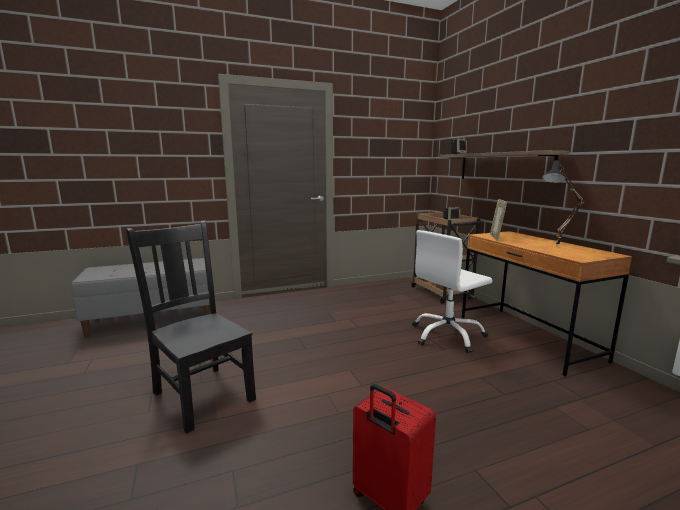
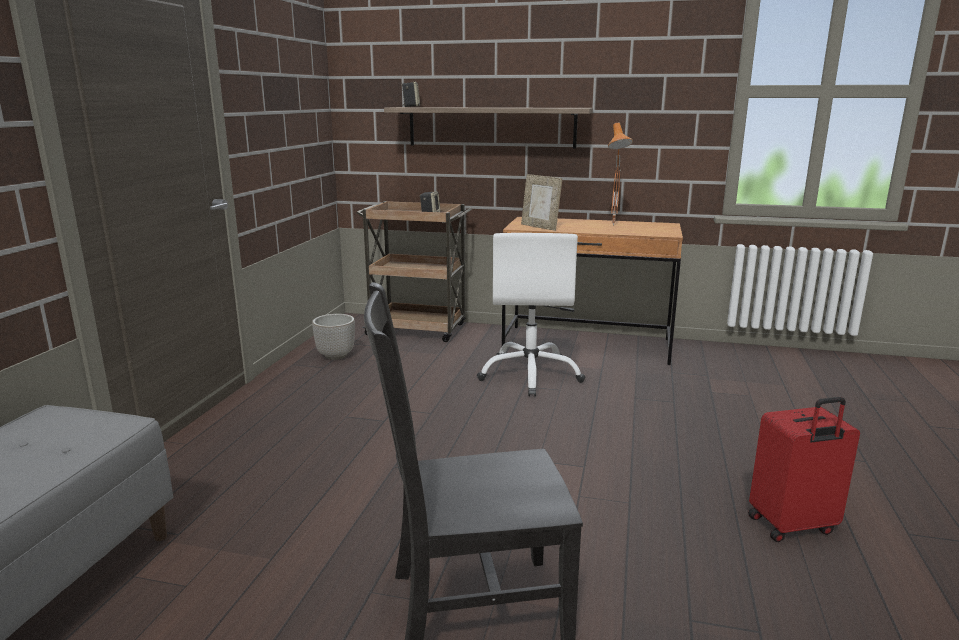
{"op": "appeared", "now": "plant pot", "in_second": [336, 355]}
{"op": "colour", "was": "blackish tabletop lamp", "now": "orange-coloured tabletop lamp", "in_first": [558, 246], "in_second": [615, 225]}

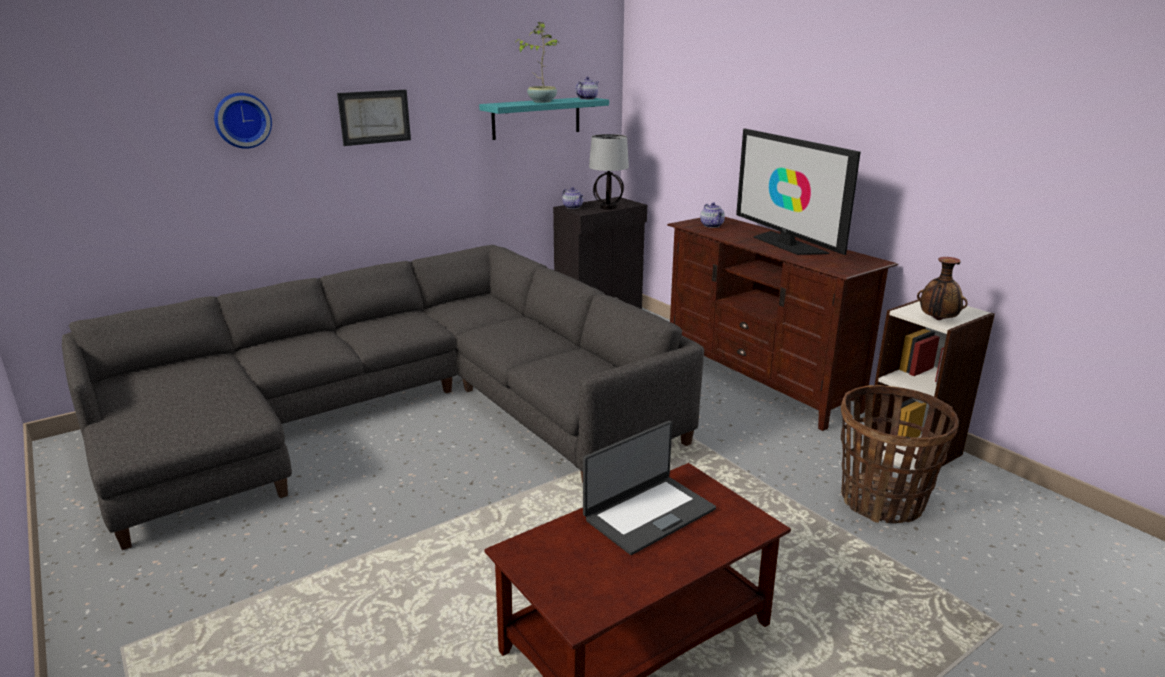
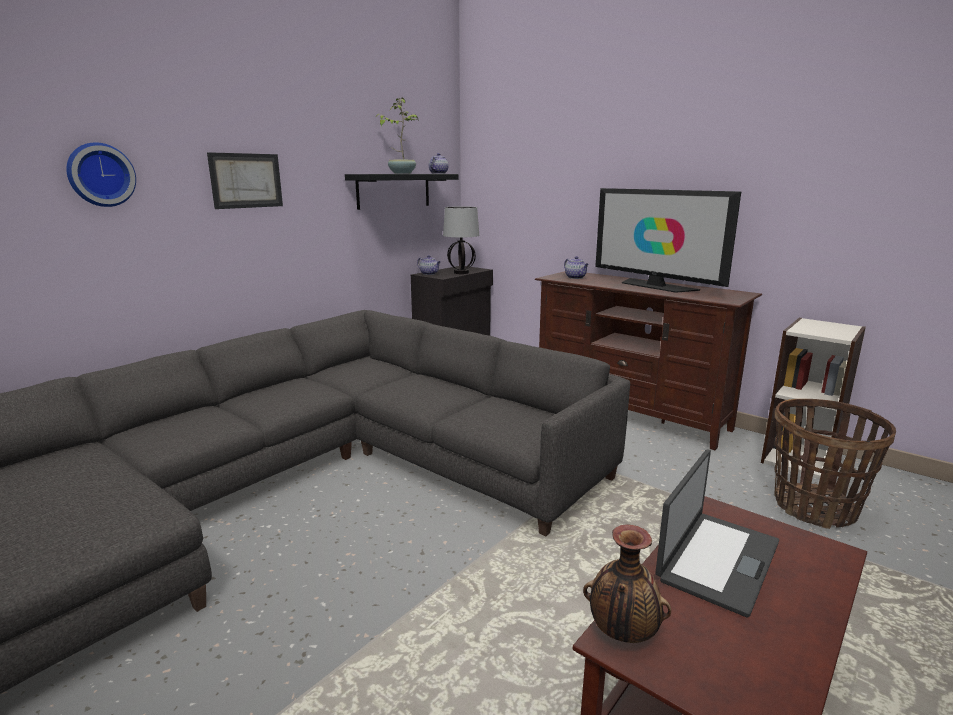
{"op": "relocated", "was": "vase", "in_first": [937, 320], "in_second": [622, 633]}
{"op": "colour", "was": "blue-green bracket shelf", "now": "blackish bracket shelf", "in_first": [536, 118], "in_second": [394, 190]}

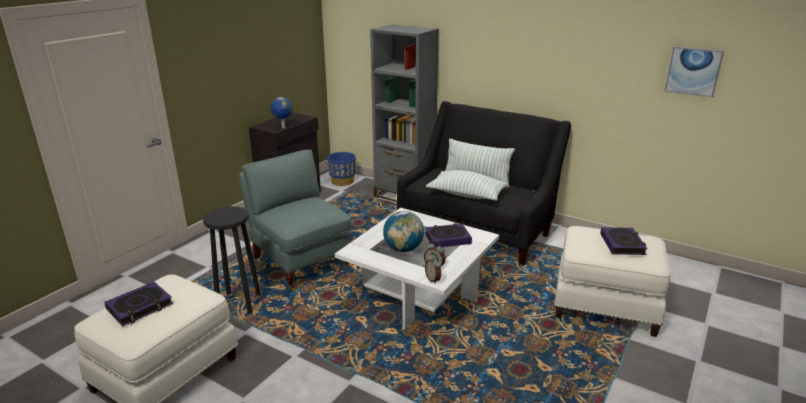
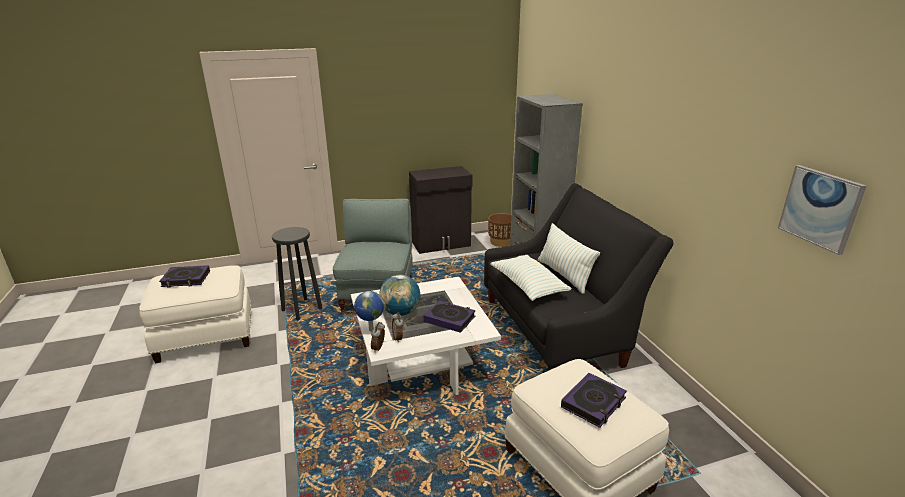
{"op": "relocated", "was": "desk globe", "in_first": [283, 128], "in_second": [370, 330]}
{"op": "colour", "was": "bluish plant pot", "now": "brownish plant pot", "in_first": [342, 181], "in_second": [501, 242]}

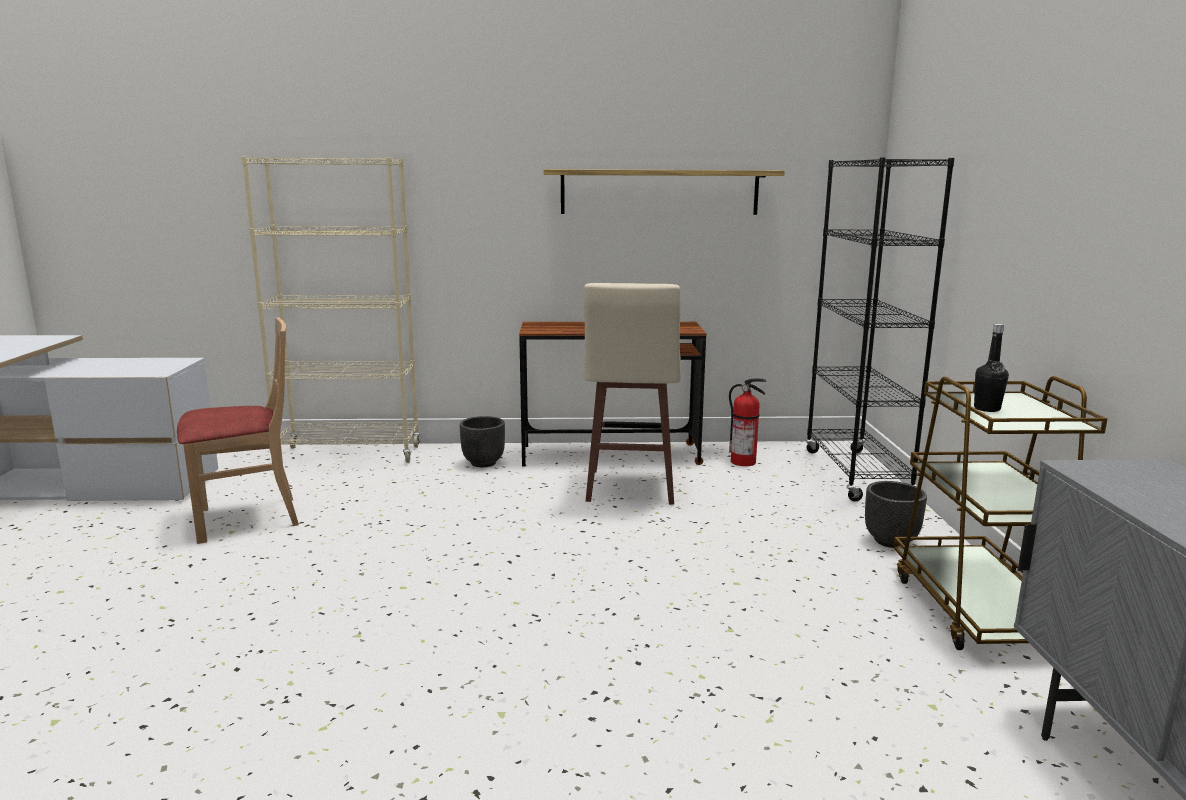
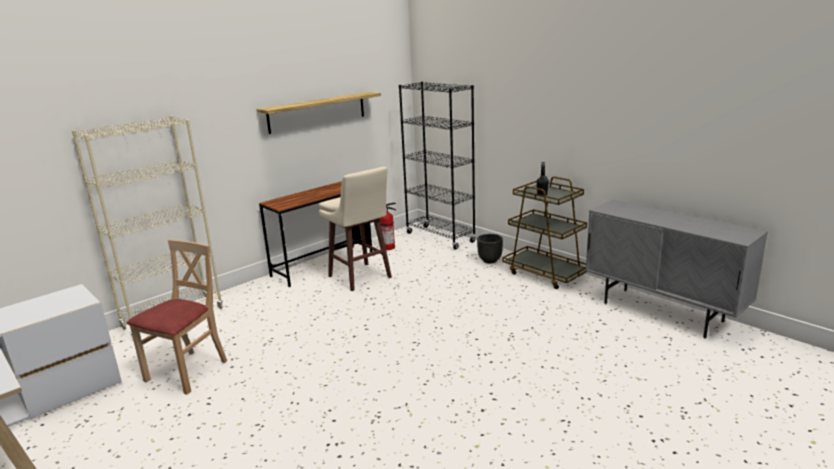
{"op": "missing", "was": "blackish plant pot", "in_first": [483, 463]}

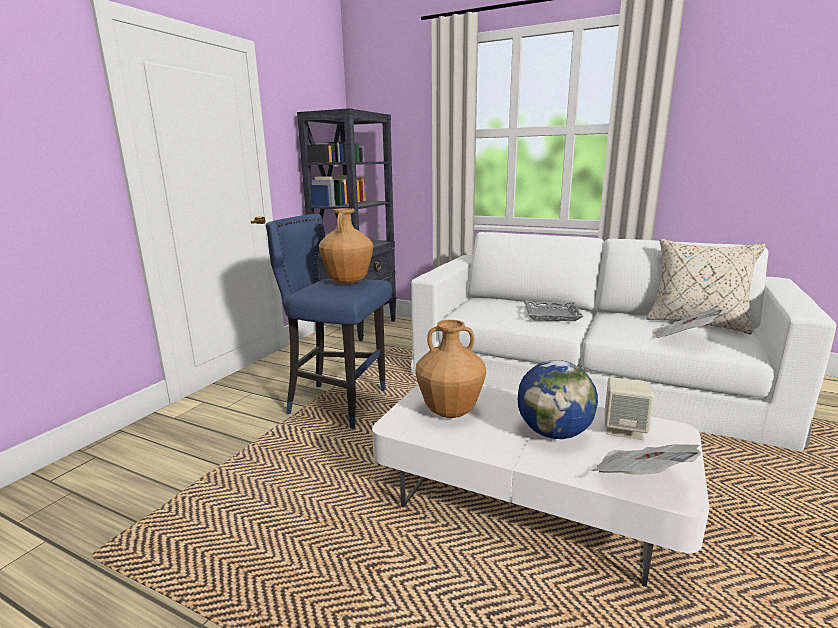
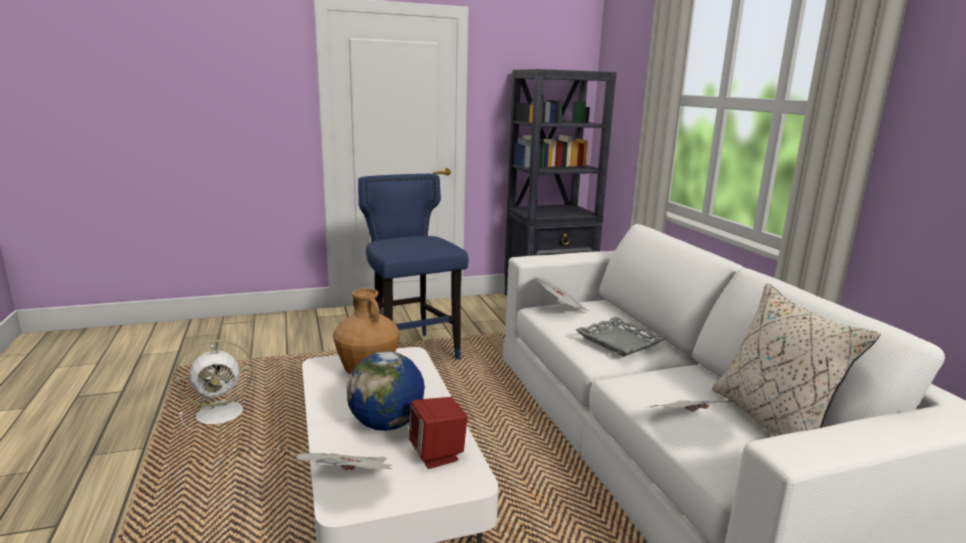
{"op": "missing", "was": "brownish vase", "in_first": [348, 282]}
{"op": "appeared", "now": "white-coloured electric fan", "in_second": [222, 413]}
{"op": "appeared", "now": "printed paper", "in_second": [559, 308]}
{"op": "colour", "was": "beige loudspeaker", "now": "red loudspeaker", "in_first": [624, 429], "in_second": [437, 455]}

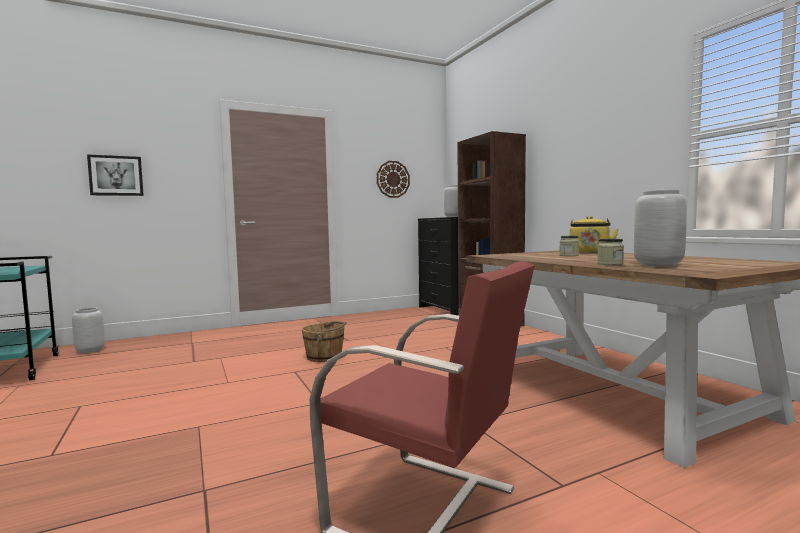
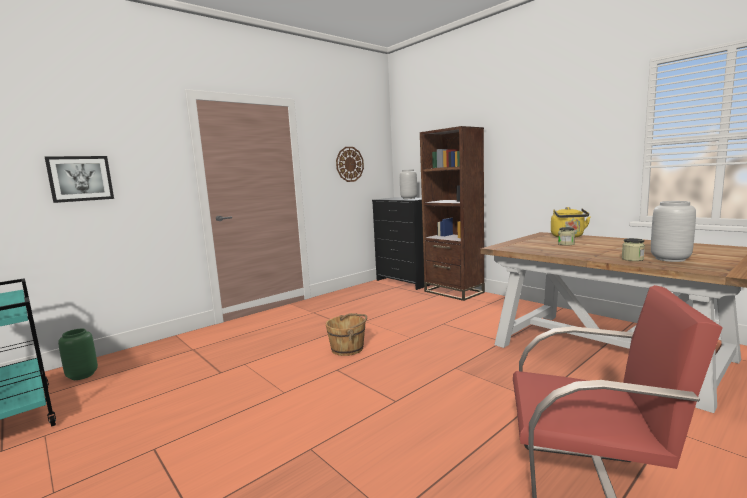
{"op": "colour", "was": "greyish vase", "now": "greenish vase", "in_first": [90, 350], "in_second": [82, 375]}

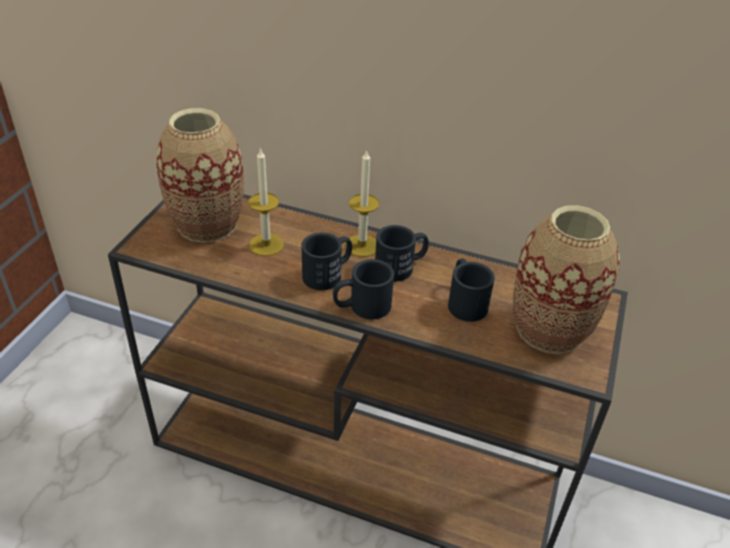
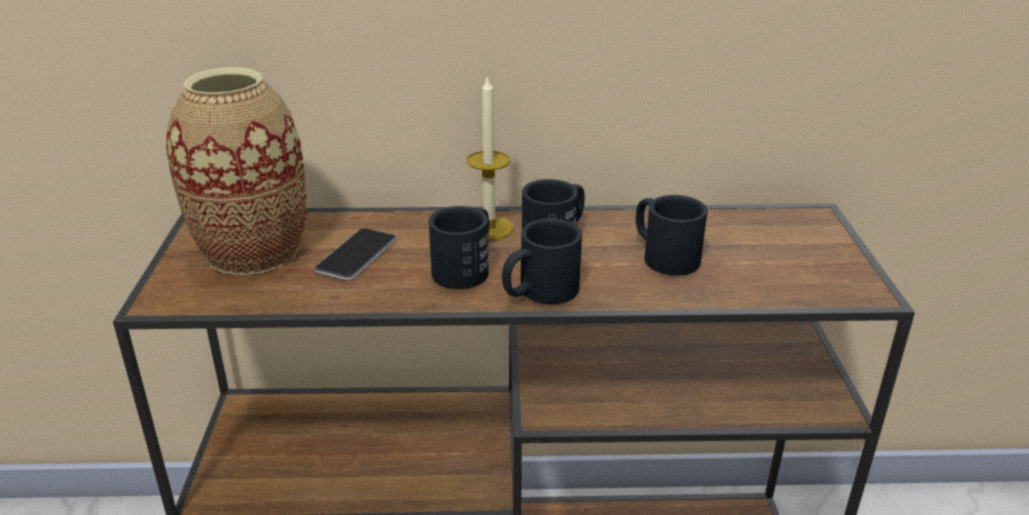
{"op": "missing", "was": "vase", "in_first": [549, 329]}
{"op": "exchanged", "was": "wax light", "now": "telephone", "in_first": [266, 245], "in_second": [356, 256]}

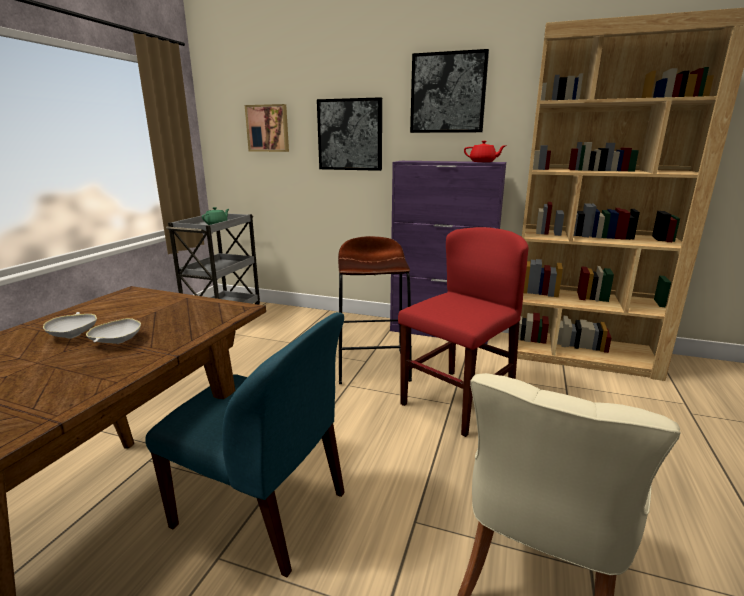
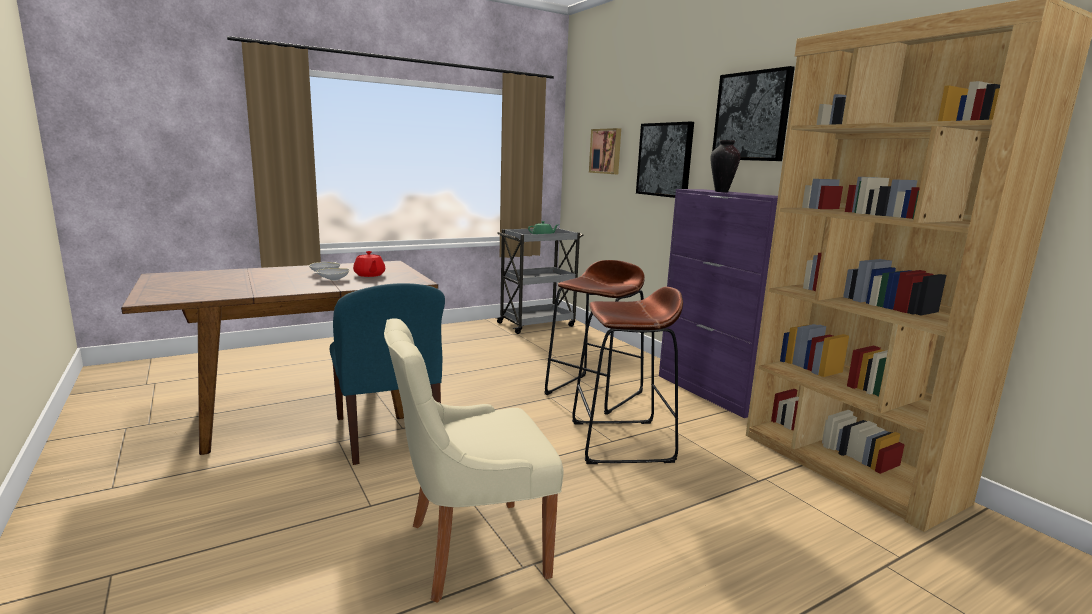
{"op": "appeared", "now": "vase", "in_second": [721, 191]}
{"op": "relocated", "was": "red pot for tea", "in_first": [483, 162], "in_second": [369, 275]}
{"op": "exchanged", "was": "red upright chair", "now": "brownish stool", "in_first": [457, 401], "in_second": [621, 442]}

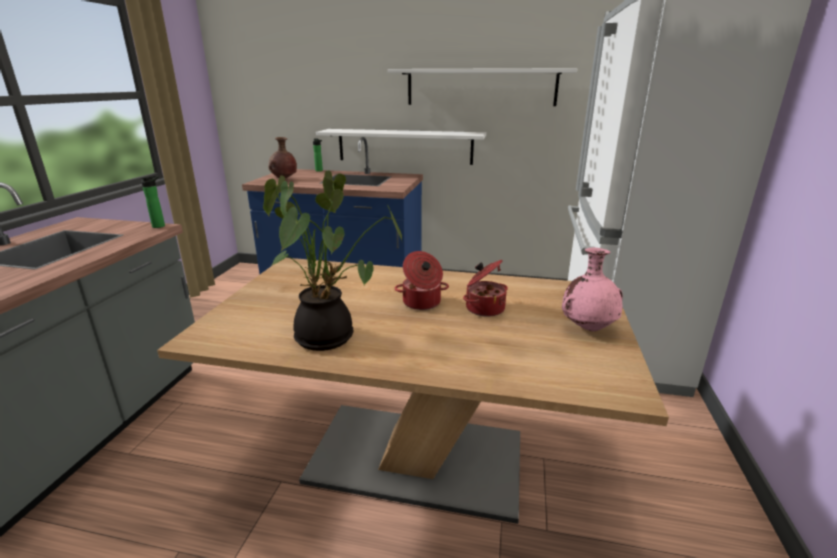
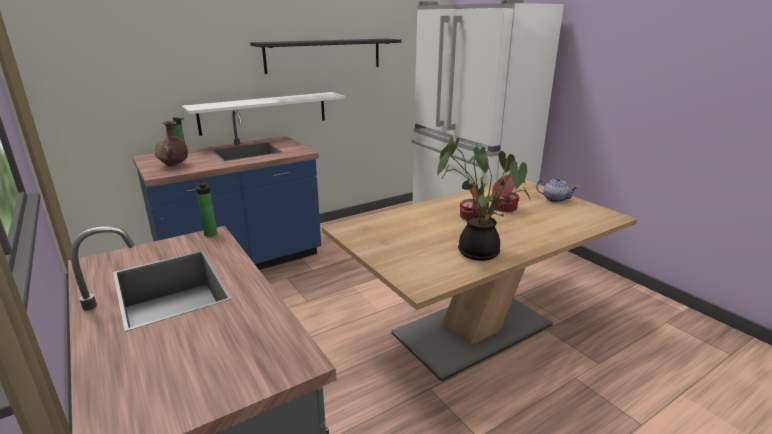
{"op": "exchanged", "was": "pink-coloured vase", "now": "pot for tea", "in_first": [588, 328], "in_second": [555, 199]}
{"op": "colour", "was": "white-coloured bracket shelf", "now": "blackish bracket shelf", "in_first": [481, 87], "in_second": [324, 55]}

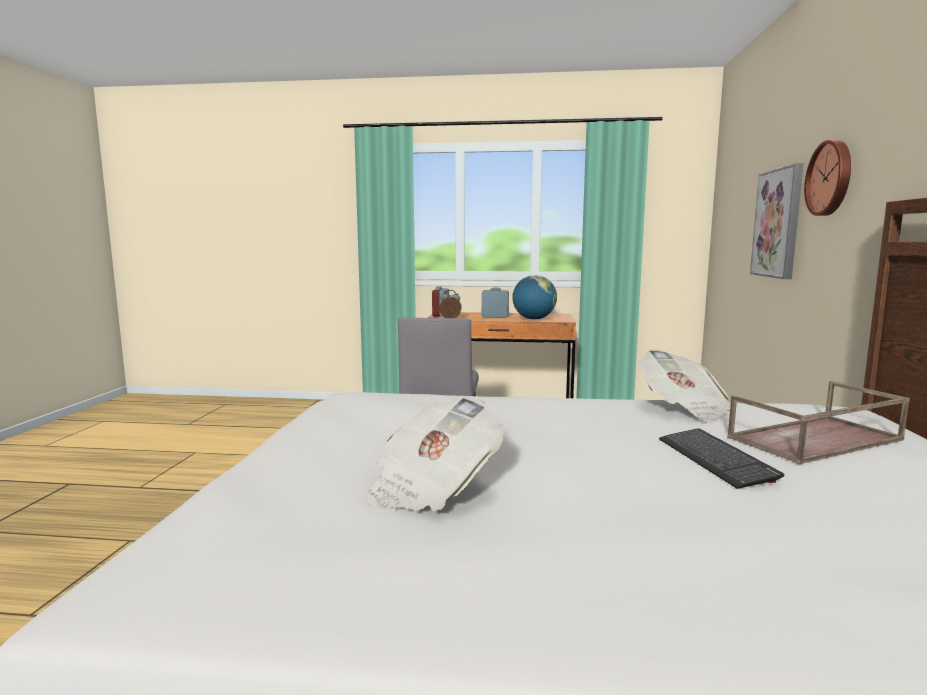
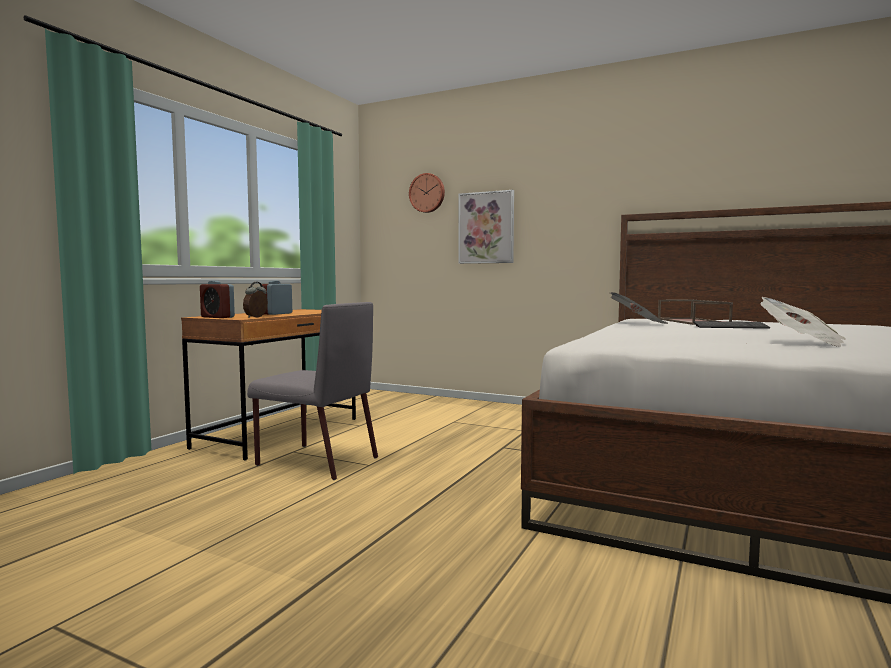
{"op": "missing", "was": "desk globe", "in_first": [534, 319]}
{"op": "relocated", "was": "hanging clock", "in_first": [831, 178], "in_second": [427, 193]}

